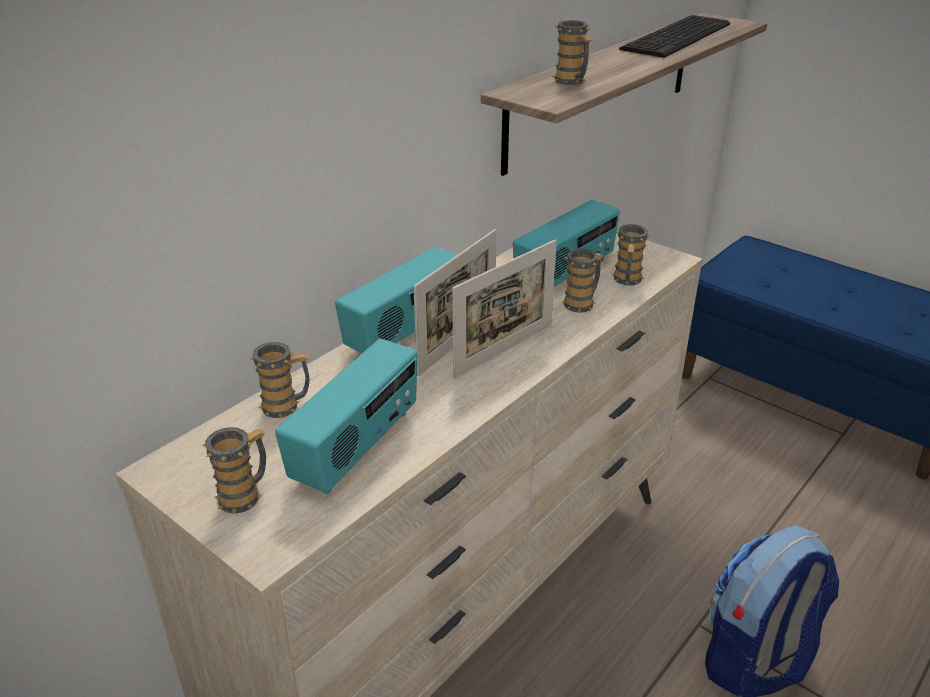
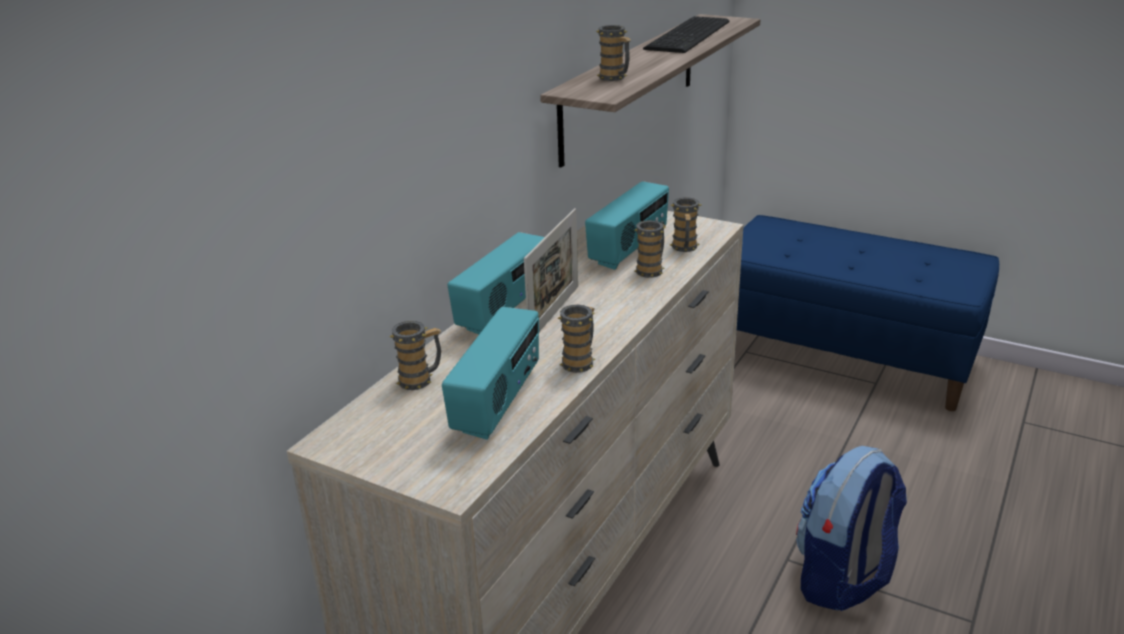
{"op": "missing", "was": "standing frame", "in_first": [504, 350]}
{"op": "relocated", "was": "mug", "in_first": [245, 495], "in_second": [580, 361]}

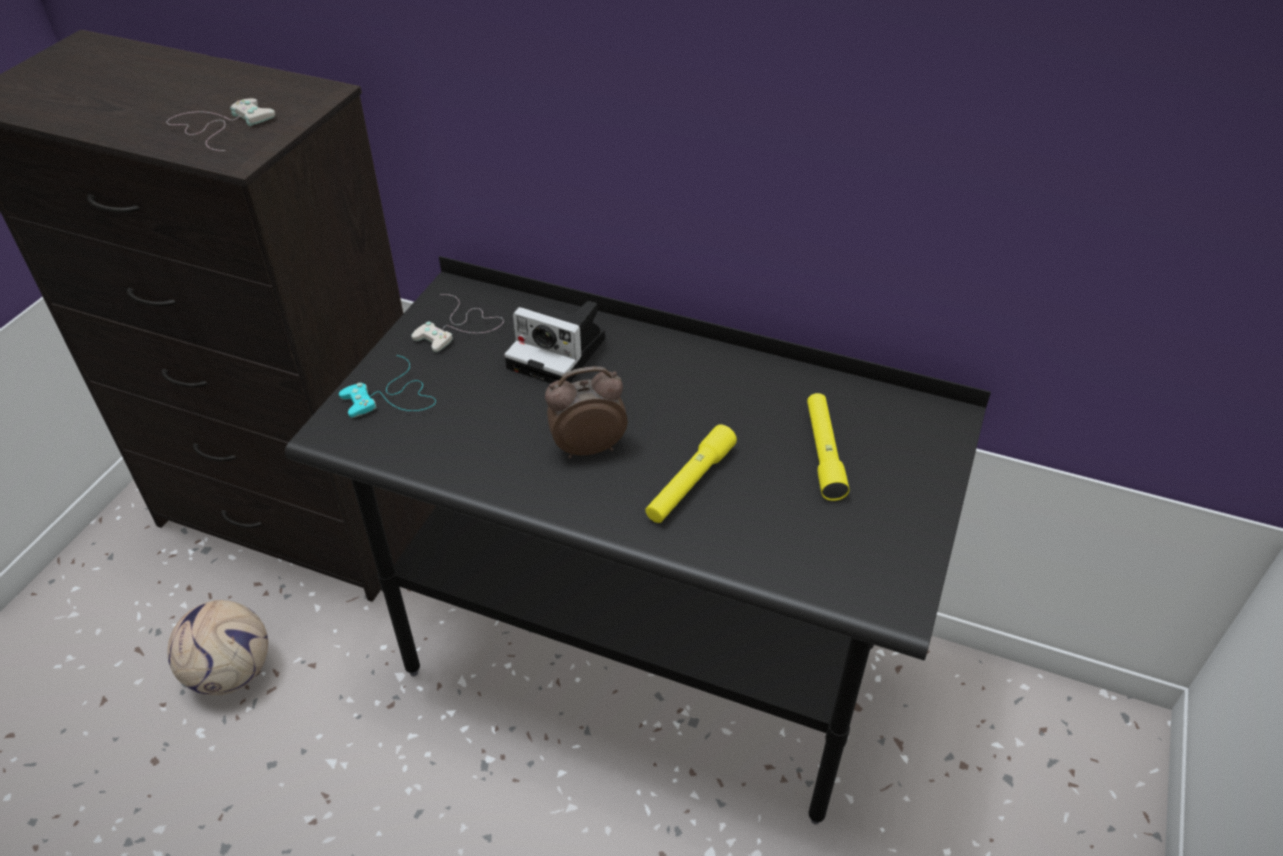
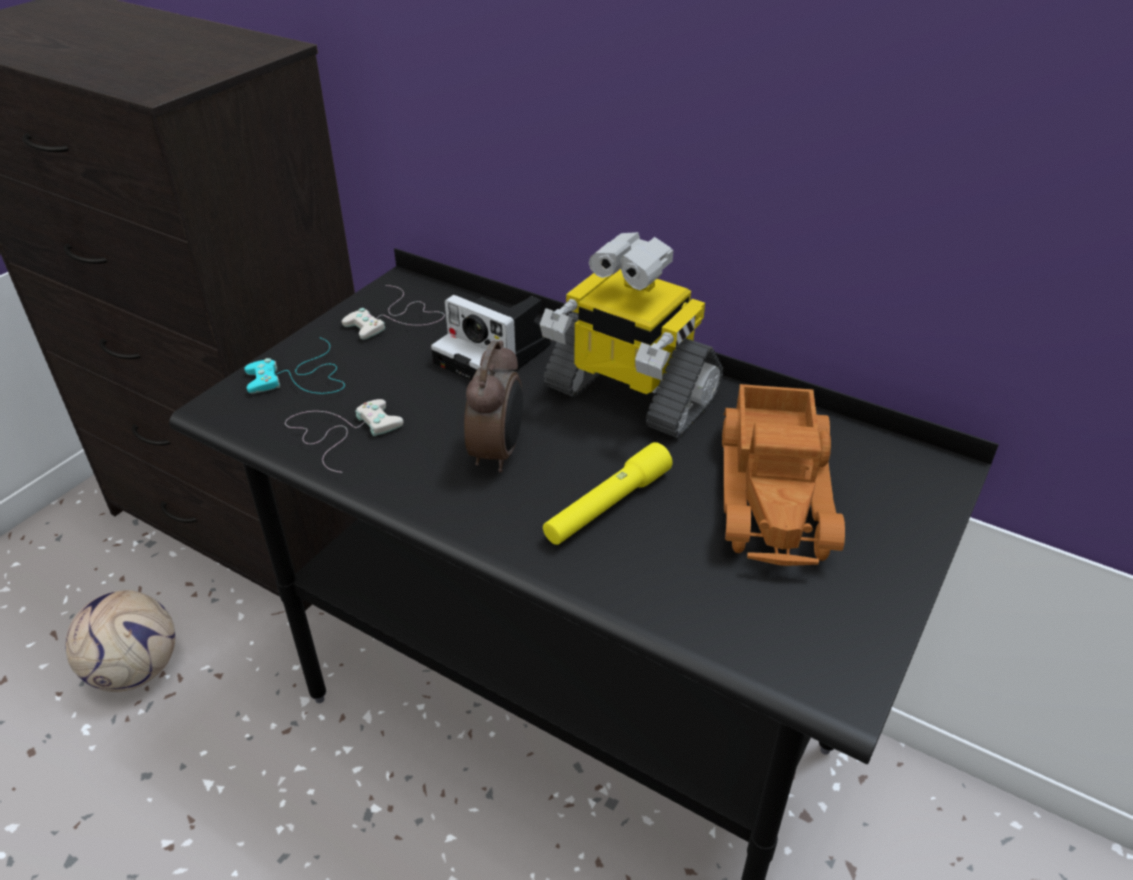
{"op": "appeared", "now": "robot figure", "in_second": [628, 394]}
{"op": "relocated", "was": "white-coloured joypad", "in_first": [219, 126], "in_second": [340, 432]}
{"op": "exchanged", "was": "yellow-coloured flashlight", "now": "toy lorry", "in_first": [823, 452], "in_second": [777, 491]}
{"op": "spun", "was": "bedside clock", "in_first": [587, 447], "in_second": [498, 452], "clockwise": 105}

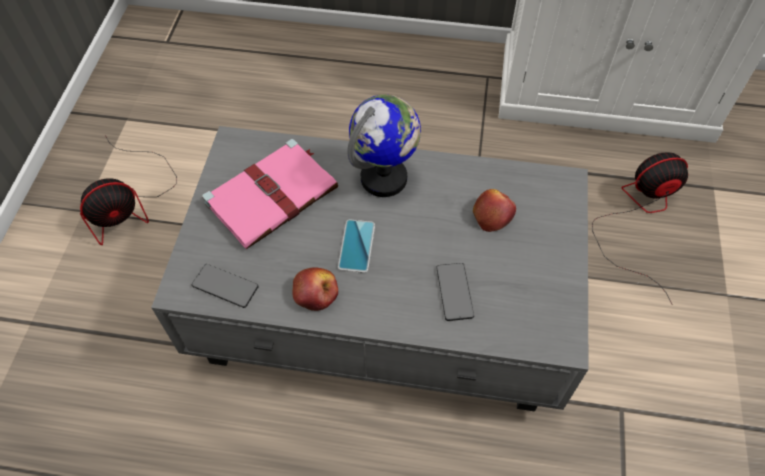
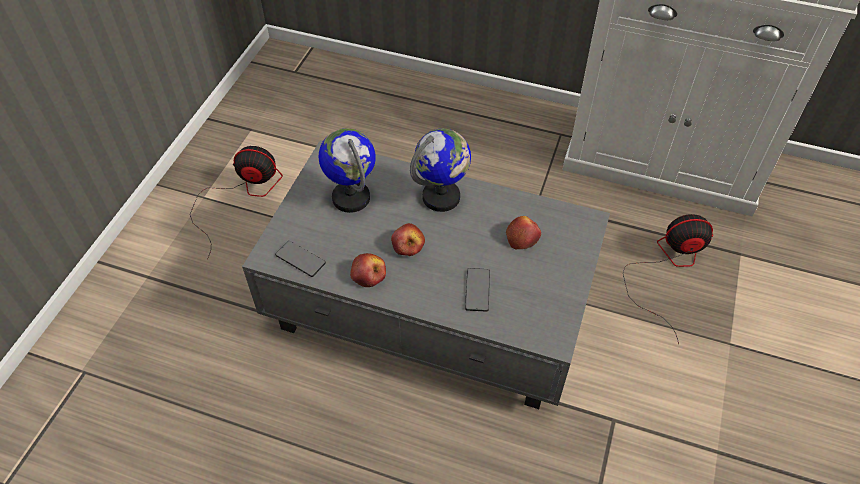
{"op": "exchanged", "was": "pink-coloured bound book", "now": "desk globe", "in_first": [273, 195], "in_second": [351, 197]}
{"op": "exchanged", "was": "telephone", "now": "whole apple", "in_first": [356, 246], "in_second": [408, 245]}
{"op": "spun", "was": "electric fan", "in_first": [130, 202], "in_second": [241, 196], "clockwise": -150}

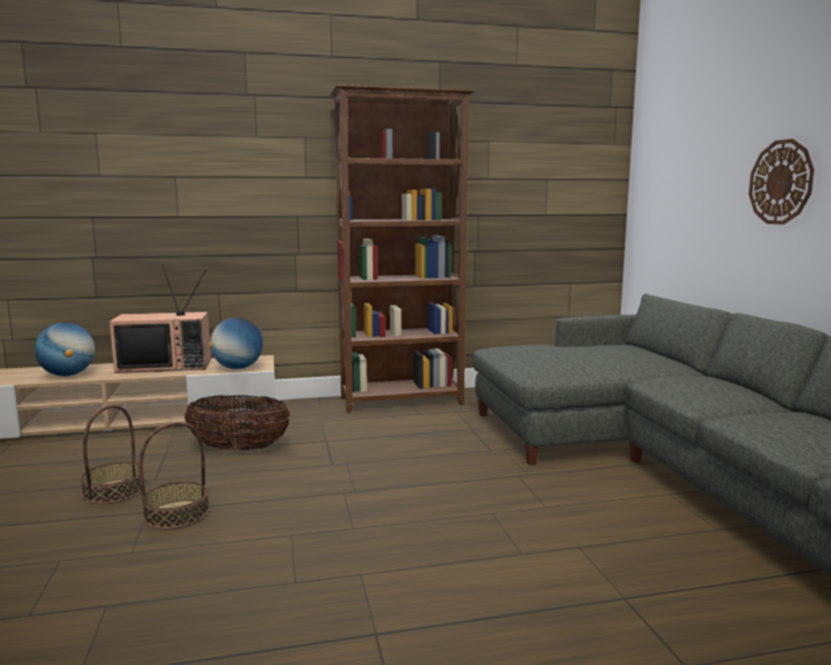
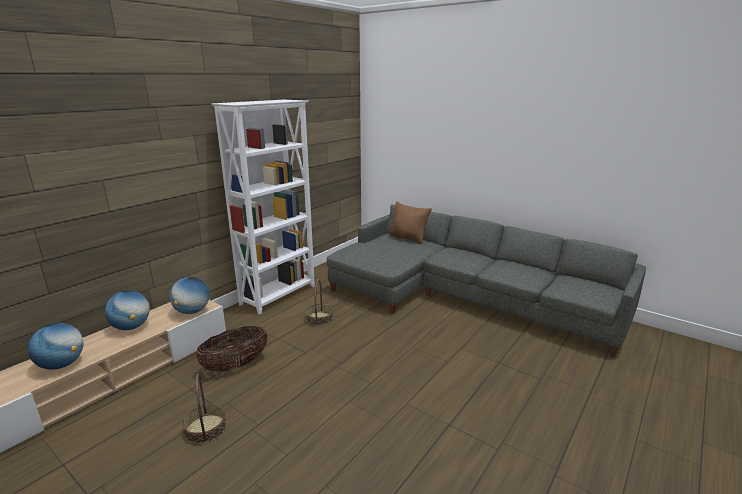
{"op": "missing", "was": "hanging clock", "in_first": [781, 182]}
{"op": "appeared", "now": "brownish throw pillow", "in_second": [408, 238]}
{"op": "relocated", "was": "household basket", "in_first": [176, 514], "in_second": [319, 319]}
{"op": "exchanged", "was": "television", "now": "desk globe", "in_first": [166, 365], "in_second": [131, 327]}
{"op": "colour", "was": "brownish shelving unit", "now": "white-coloured shelving unit", "in_first": [403, 401], "in_second": [279, 295]}

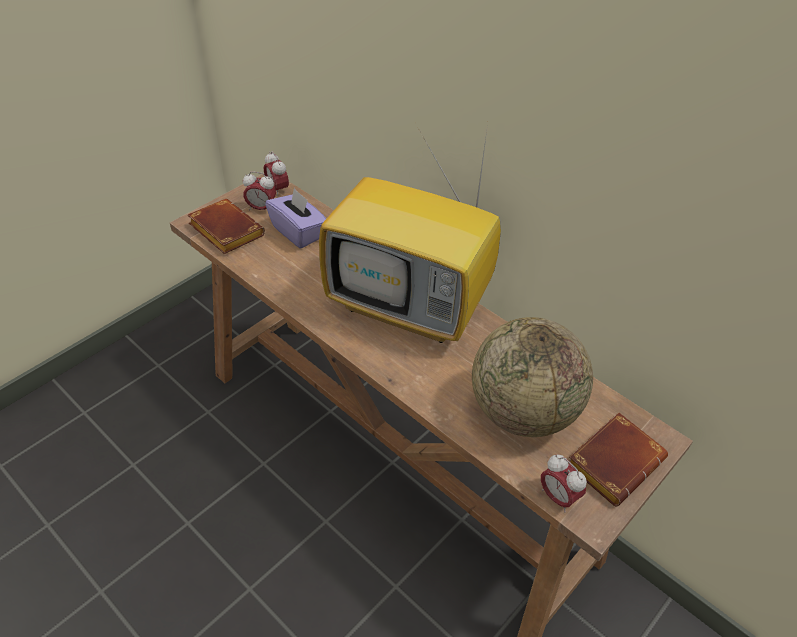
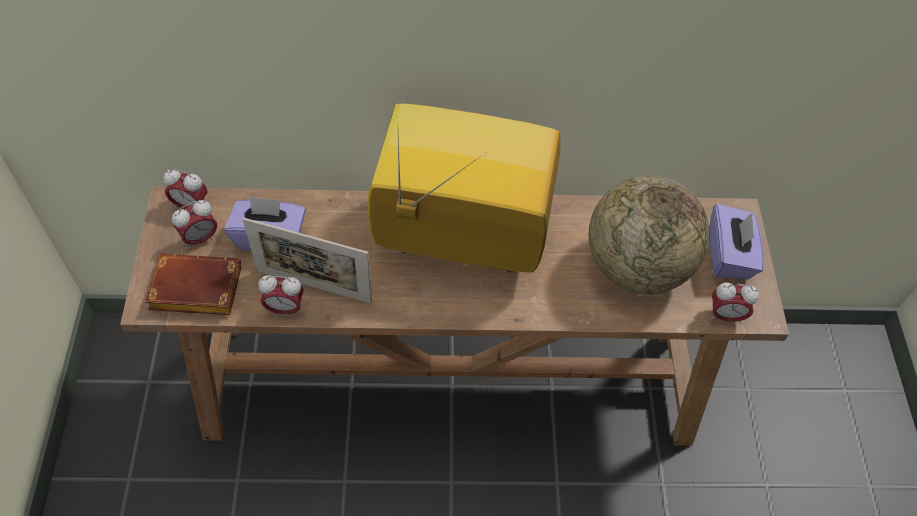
{"op": "appeared", "now": "standing frame", "in_second": [313, 286]}
{"op": "appeared", "now": "bedside clock", "in_second": [284, 308]}
{"op": "exchanged", "was": "brownish bound book", "now": "purple-coloured tissue holder", "in_first": [614, 460], "in_second": [729, 256]}
{"op": "spun", "was": "television", "in_first": [411, 306], "in_second": [457, 238], "clockwise": -150}

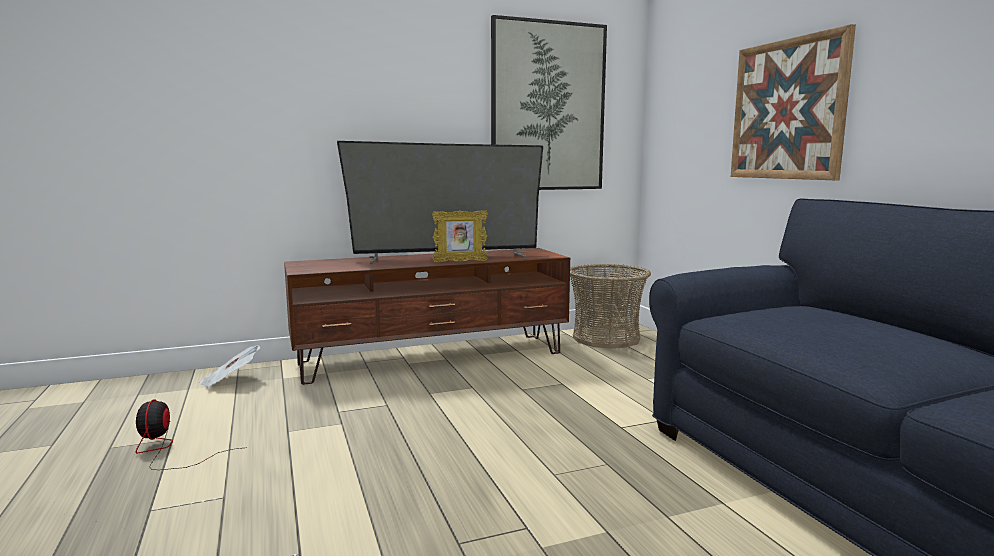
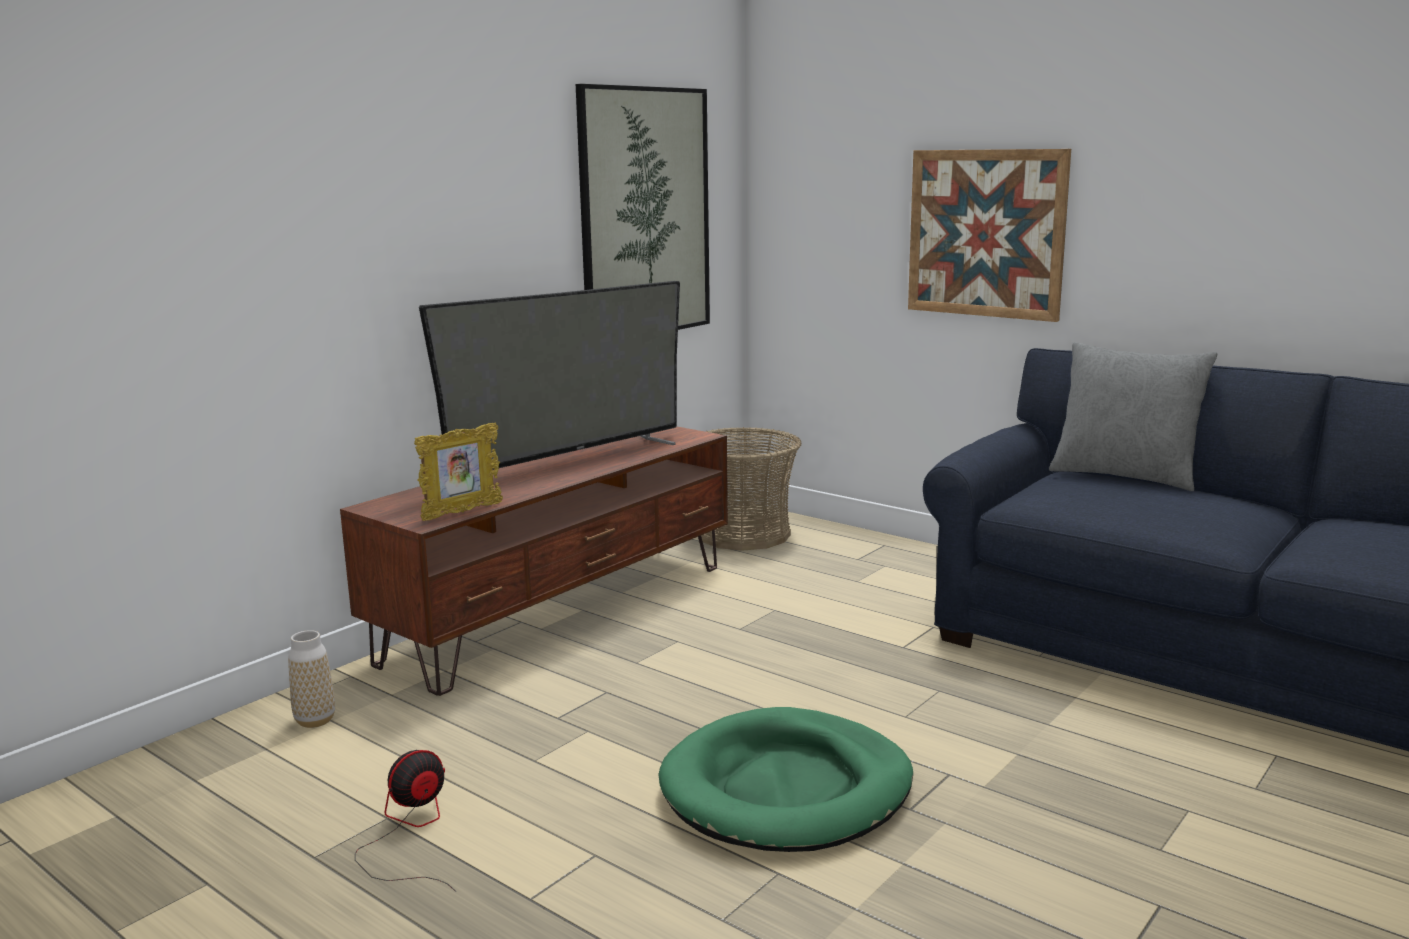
{"op": "appeared", "now": "greenish dog cushion", "in_second": [787, 789]}
{"op": "appeared", "now": "greyish throw pillow", "in_second": [1125, 475]}
{"op": "relocated", "was": "standing frame", "in_first": [460, 262], "in_second": [462, 512]}
{"op": "exchanged", "was": "printed paper", "now": "vase", "in_first": [230, 381], "in_second": [315, 721]}
{"op": "spun", "was": "electric fan", "in_first": [167, 450], "in_second": [411, 832], "clockwise": 90}

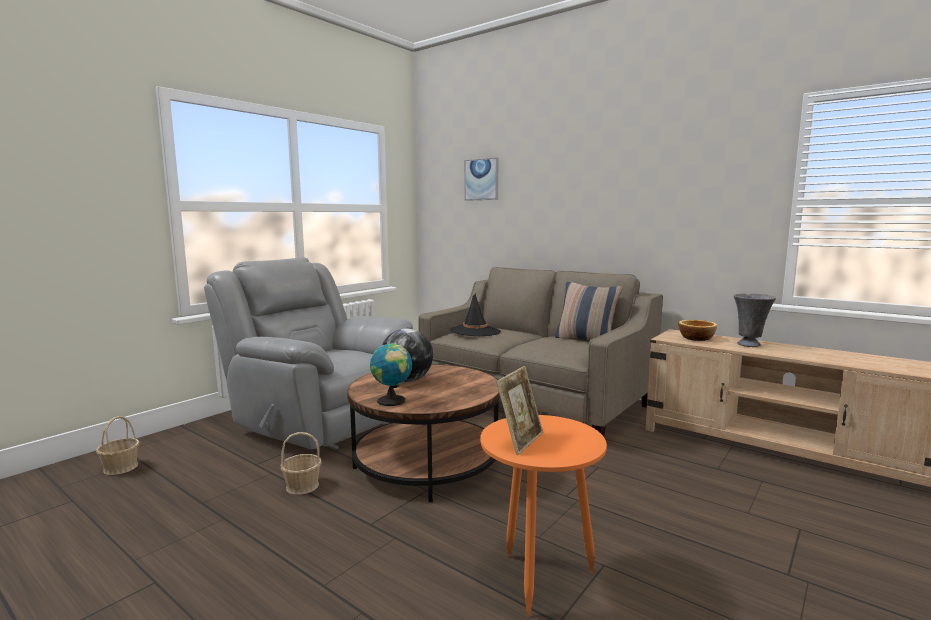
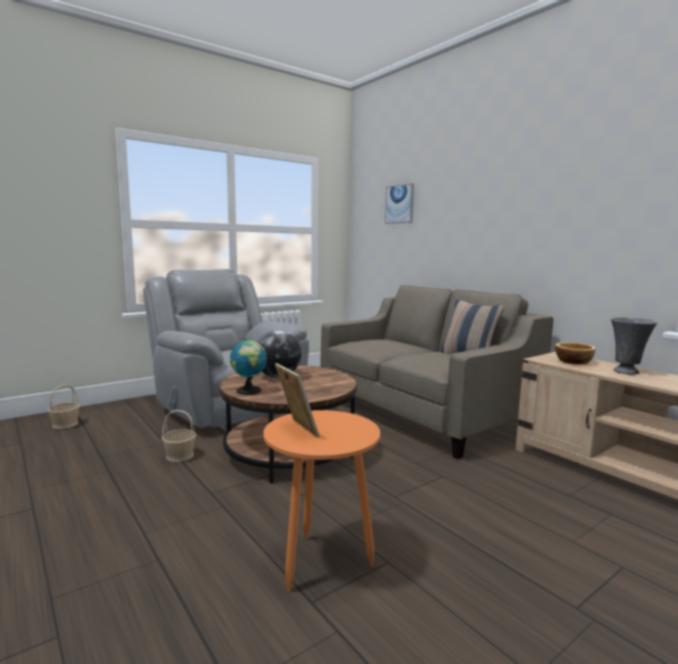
{"op": "missing", "was": "blackish clothing hat", "in_first": [475, 331]}
{"op": "spun", "was": "standing frame", "in_first": [520, 441], "in_second": [296, 429], "clockwise": -75}

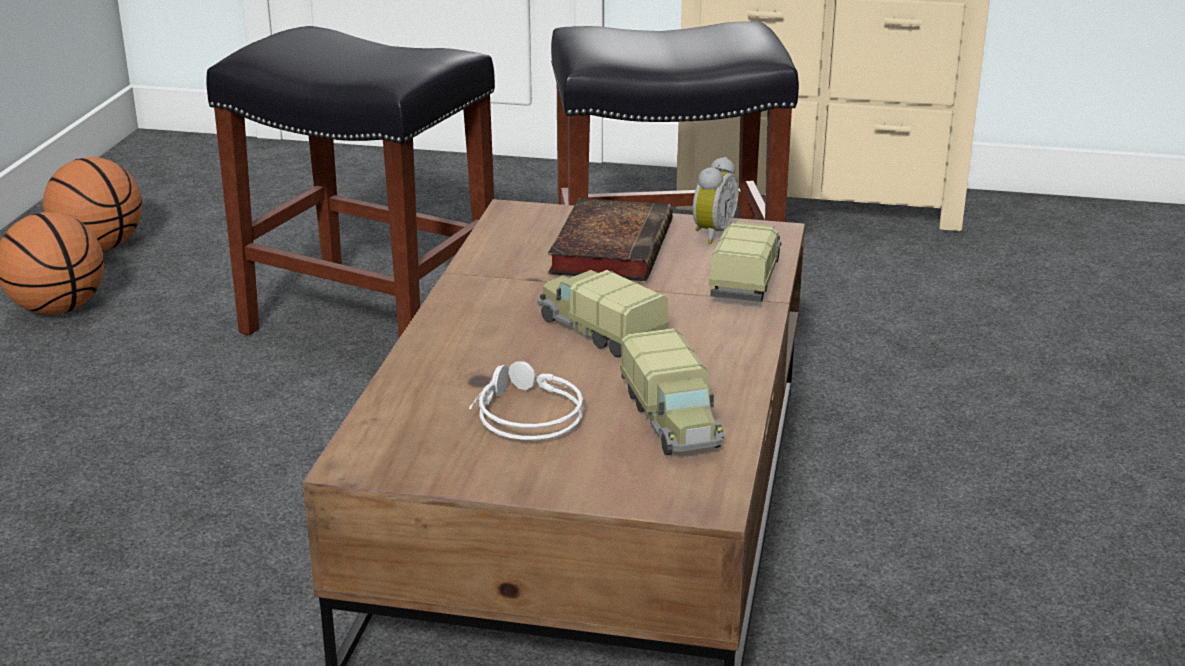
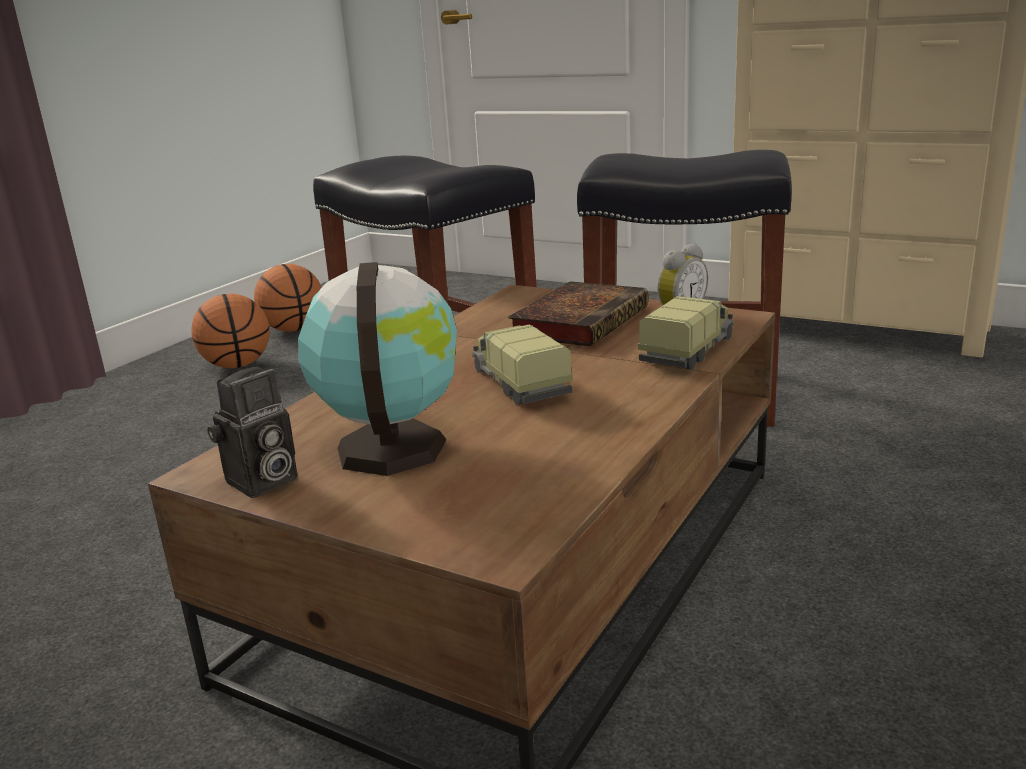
{"op": "missing", "was": "toy lorry", "in_first": [672, 420]}
{"op": "appeared", "now": "still camera", "in_second": [261, 483]}
{"op": "exchanged", "was": "greyish pair of headphones", "now": "desk globe", "in_first": [523, 414], "in_second": [390, 446]}

